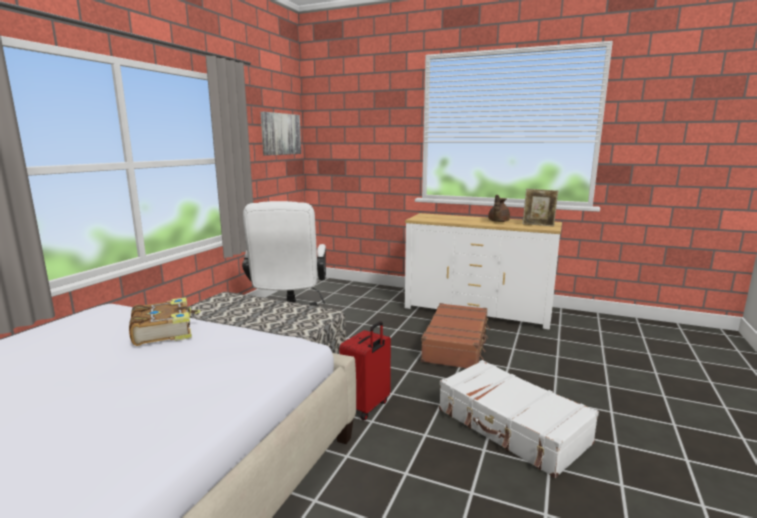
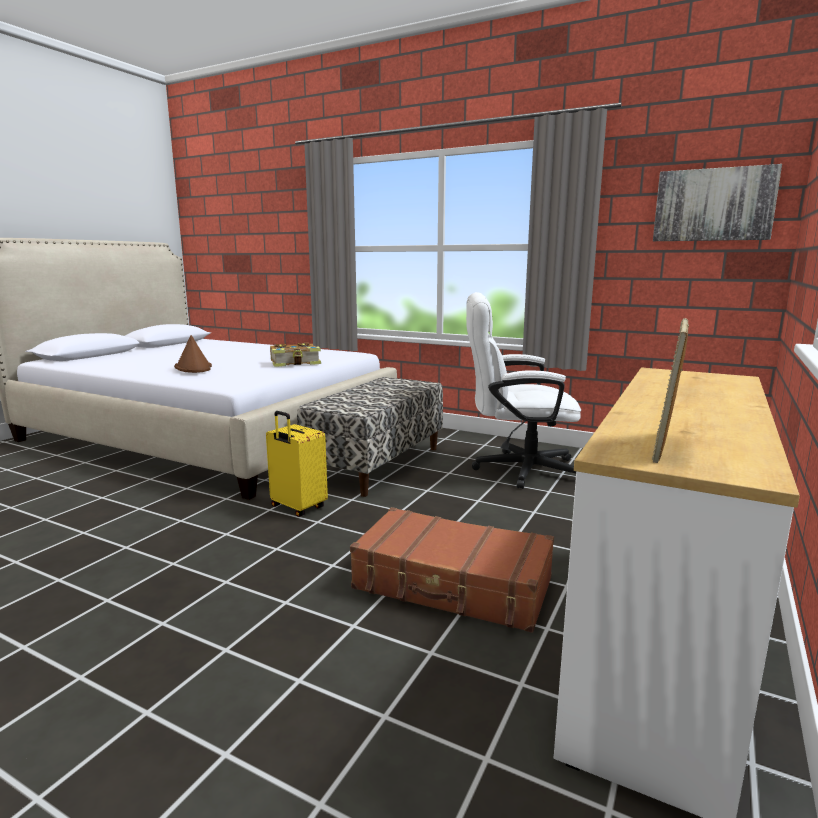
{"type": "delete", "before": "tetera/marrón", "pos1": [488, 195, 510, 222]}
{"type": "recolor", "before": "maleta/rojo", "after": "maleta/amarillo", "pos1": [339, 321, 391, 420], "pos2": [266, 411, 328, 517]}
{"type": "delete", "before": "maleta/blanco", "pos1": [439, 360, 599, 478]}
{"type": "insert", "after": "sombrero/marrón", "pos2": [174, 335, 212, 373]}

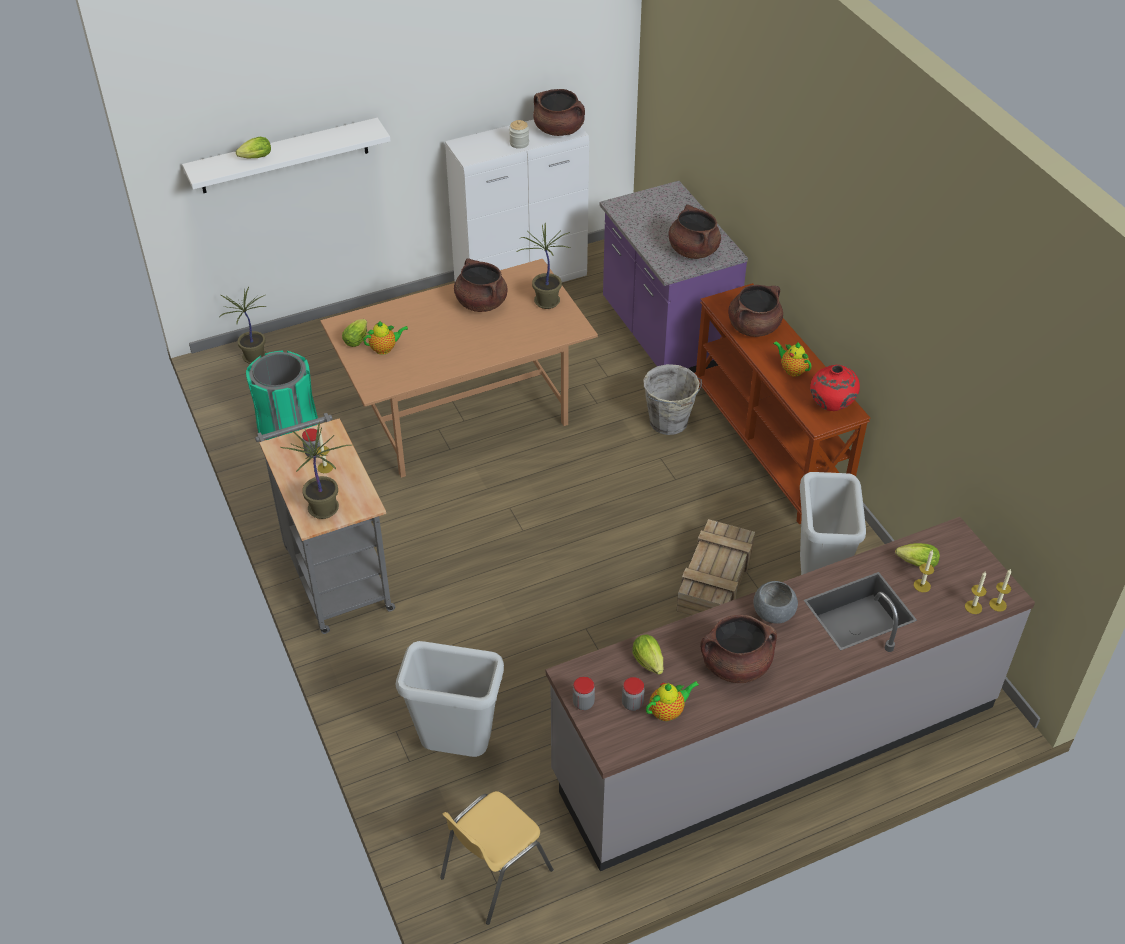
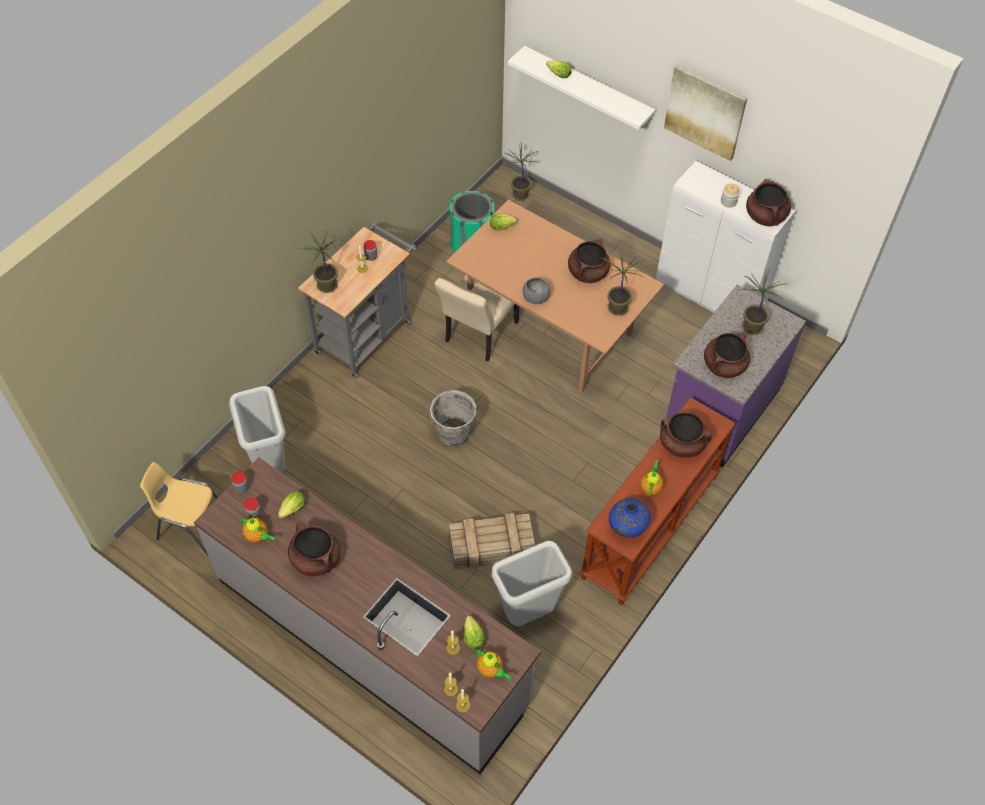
{"type": "move", "before": "tetera", "pos1": [363, 321, 408, 355], "pos2": [476, 650, 511, 680]}
{"type": "move", "before": "cubo/gris", "pos1": [643, 364, 702, 435], "pos2": [428, 390, 476, 446]}
{"type": "recolor", "before": "florero/rojo", "after": "florero/azul", "pos1": [810, 365, 860, 411], "pos2": [609, 498, 651, 538]}
{"type": "move", "before": "cuenco/gris", "pos1": [753, 581, 798, 624], "pos2": [523, 277, 551, 304]}
{"type": "insert", "after": "cuadro", "pos2": [664, 65, 747, 161]}
{"type": "insert", "after": "planta en maceta", "pos2": [737, 268, 787, 335]}
{"type": "insert", "after": "silla/beis", "pos2": [434, 275, 519, 361]}

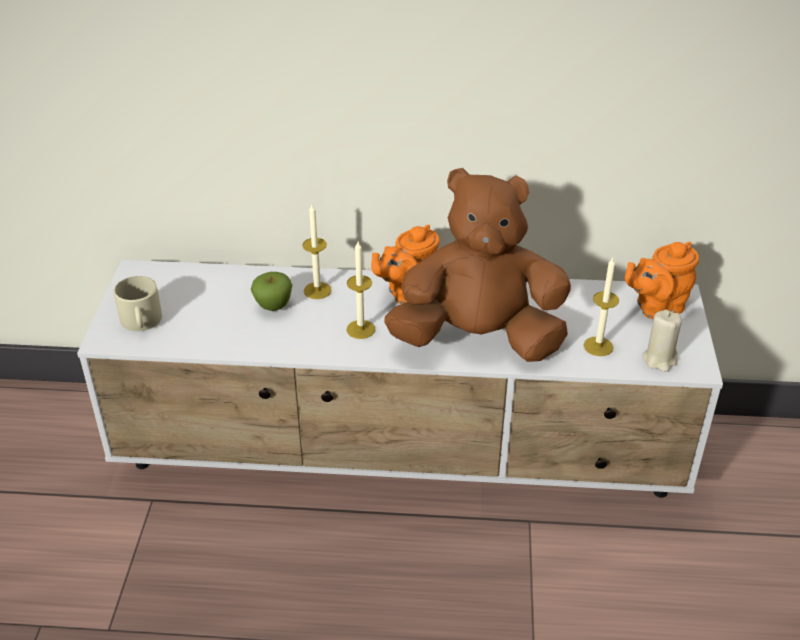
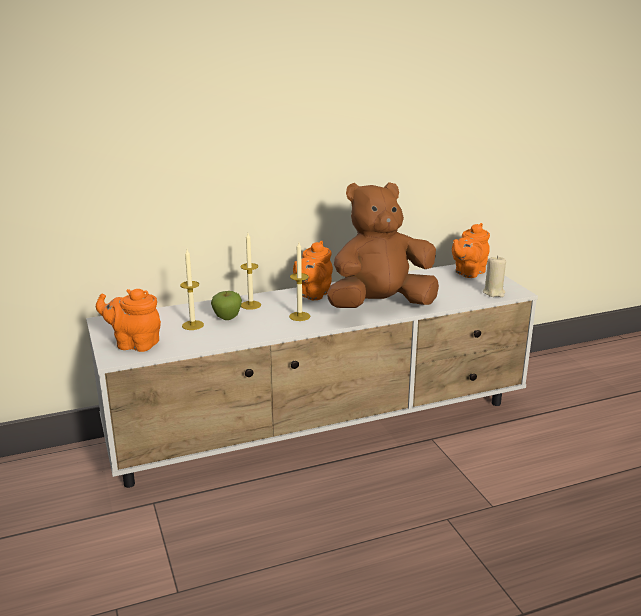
{"type": "move", "before": "vela", "pos1": [584, 258, 619, 356], "pos2": [180, 250, 204, 330]}
{"type": "replace", "before": "taza grande/beis", "after": "tetera/naranja", "pos1": [113, 276, 162, 331], "pos2": [96, 289, 161, 352]}

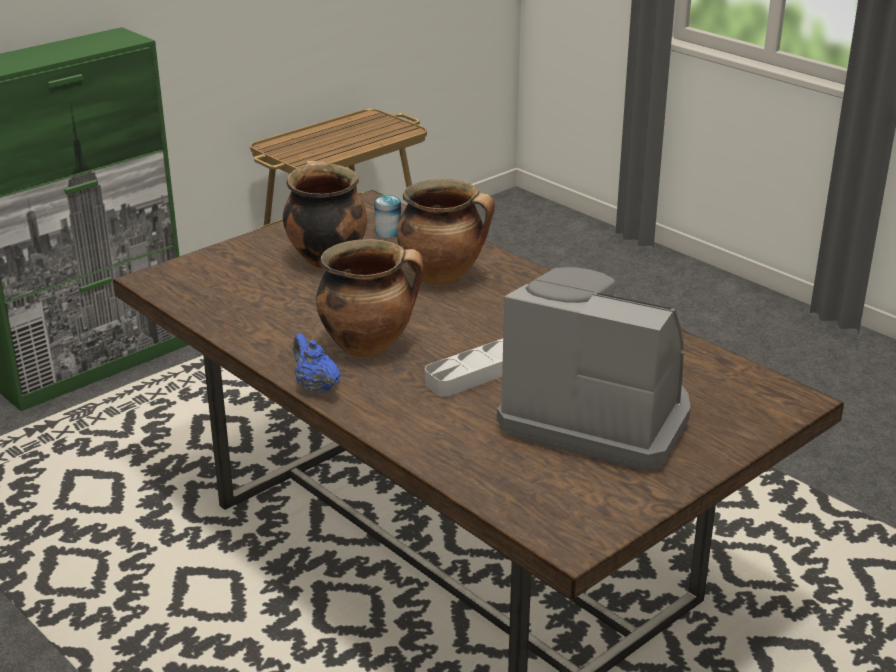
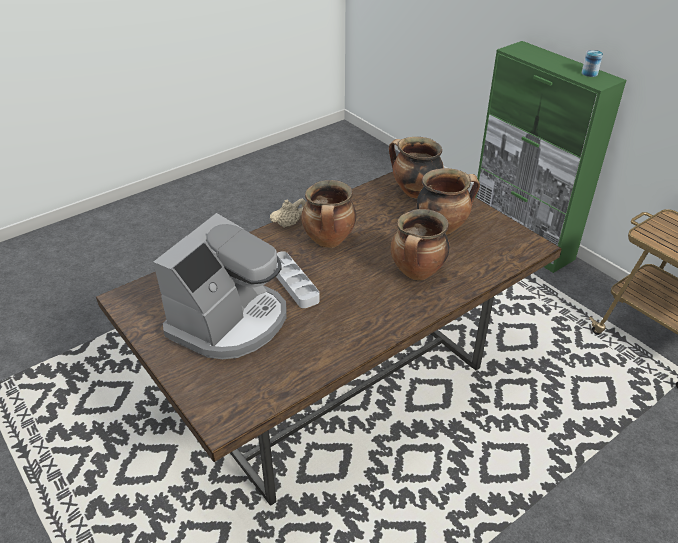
{"type": "move", "before": "lata", "pos1": [374, 195, 401, 238], "pos2": [582, 50, 603, 77]}
{"type": "recolor", "before": "tetera/azul", "after": "tetera/beis", "pos1": [293, 333, 341, 393], "pos2": [270, 198, 306, 228]}
{"type": "insert", "after": "olla", "pos2": [389, 137, 444, 198]}

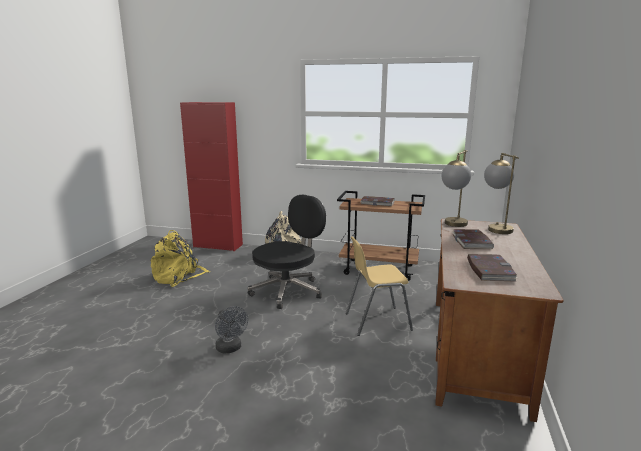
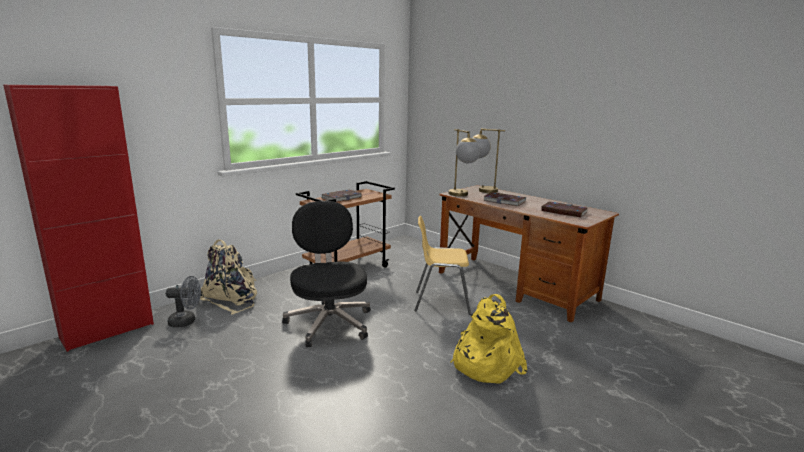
{"type": "move", "before": "mochila/amarillo", "pos1": [151, 230, 210, 287], "pos2": [450, 294, 527, 383]}
{"type": "rotate", "before": "silla/amarillo", "pos1": [346, 236, 413, 336], "pos2": [414, 216, 471, 315], "turn": 75}
{"type": "move", "before": "ventilador/gris", "pos1": [215, 306, 248, 353], "pos2": [166, 276, 201, 327]}

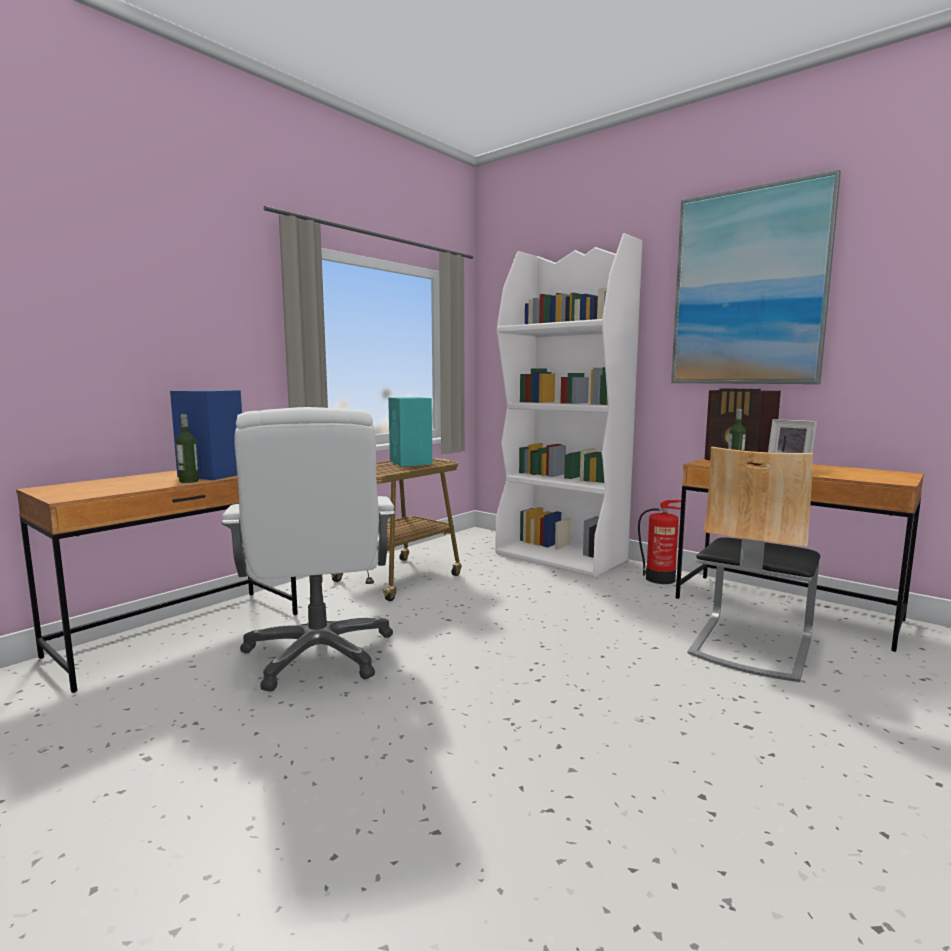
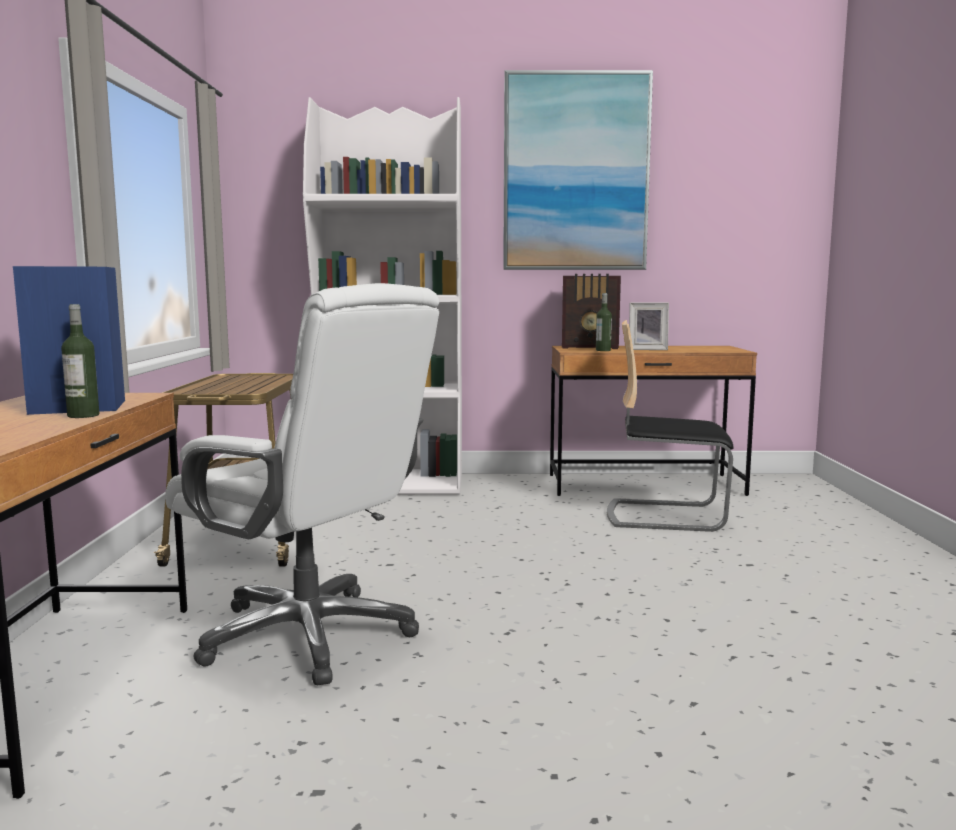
{"type": "delete", "before": "altavoz/turquesa", "pos1": [388, 397, 432, 466]}
{"type": "rotate", "before": "silla", "pos1": [688, 447, 820, 682], "pos2": [607, 320, 734, 532], "turn": 105}
{"type": "delete", "before": "extintor", "pos1": [638, 500, 681, 584]}

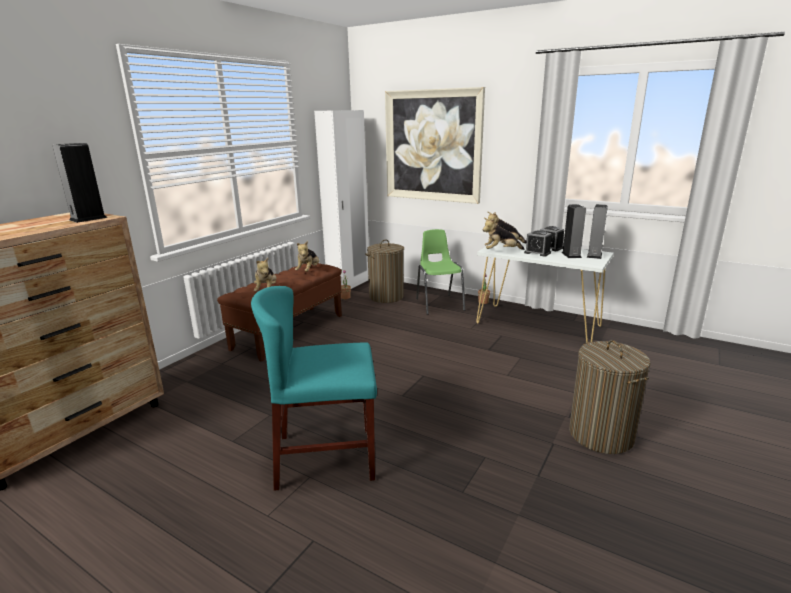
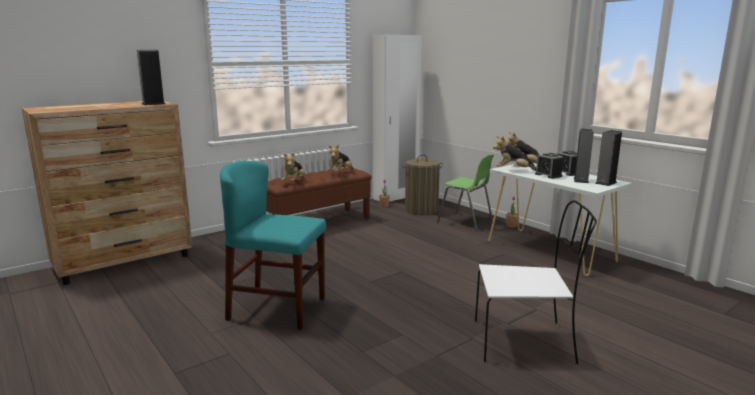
{"type": "delete", "before": "cuadro", "pos1": [385, 87, 485, 204]}
{"type": "rotate", "before": "silla/verde", "pos1": [416, 229, 465, 315], "pos2": [437, 154, 494, 231], "turn": 120}
{"type": "replace", "before": "cesto de la ropa", "after": "silla/blanco", "pos1": [569, 340, 651, 454], "pos2": [475, 200, 597, 364]}

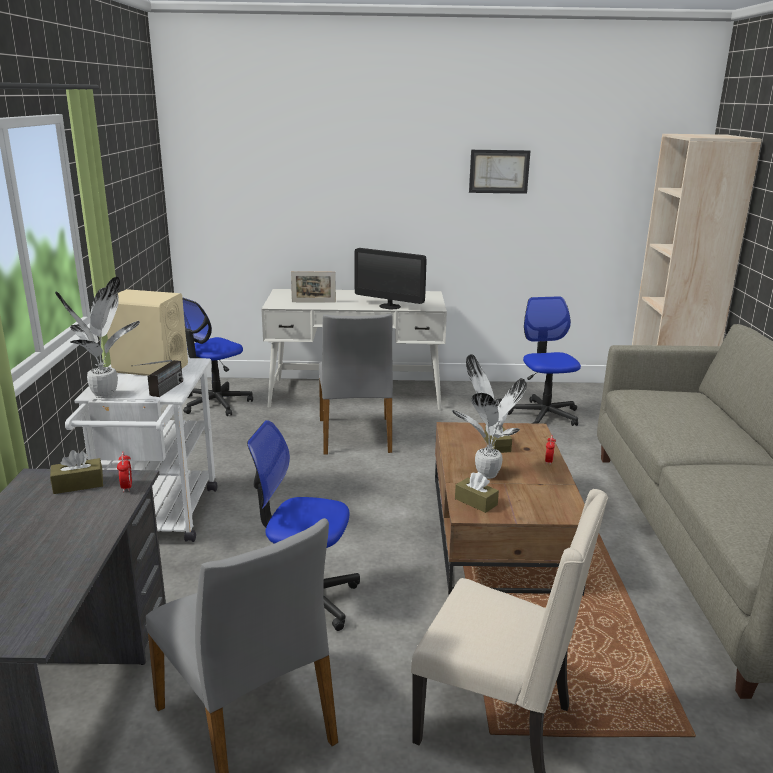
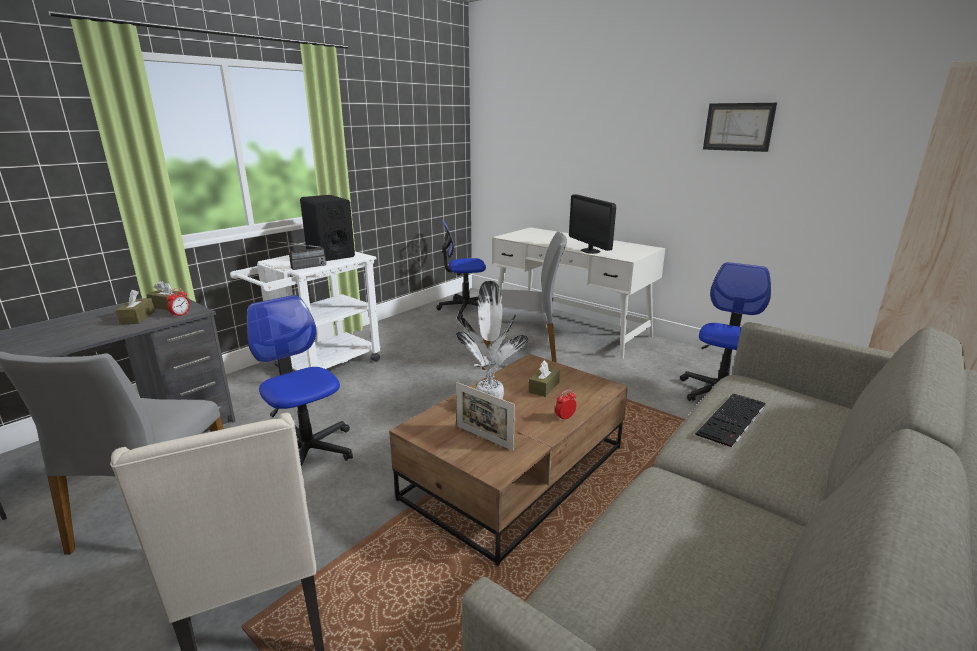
{"type": "move", "before": "portarretratos", "pos1": [291, 271, 336, 303], "pos2": [456, 382, 515, 451]}
{"type": "delete", "before": "planta en maceta", "pos1": [55, 277, 140, 398]}
{"type": "recolor", "before": "altavoz/beis", "after": "altavoz/negro", "pos1": [107, 289, 188, 376], "pos2": [300, 195, 355, 261]}
{"type": "rotate", "before": "silla/gris", "pos1": [319, 314, 393, 455], "pos2": [482, 232, 567, 370], "turn": -120}
{"type": "move", "before": "caja de pañuelos/marrón", "pos1": [455, 472, 499, 513], "pos2": [115, 290, 155, 325]}
{"type": "insert", "after": "teclado", "pos2": [695, 394, 765, 448]}

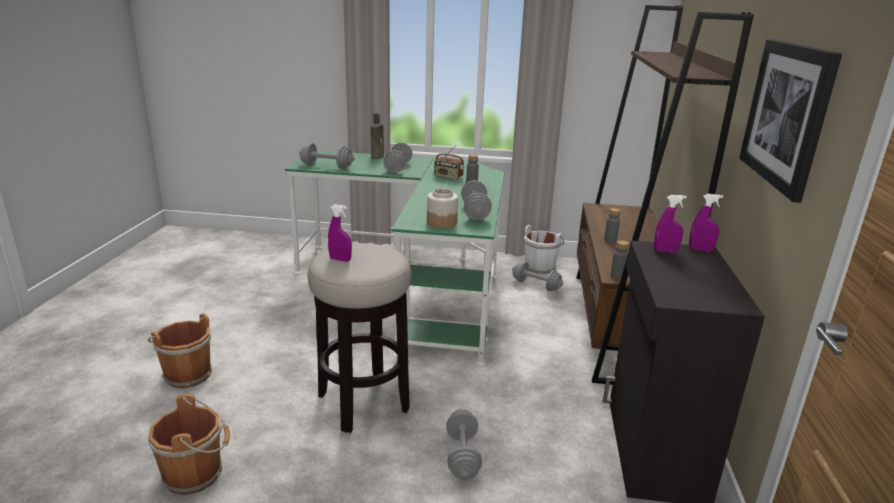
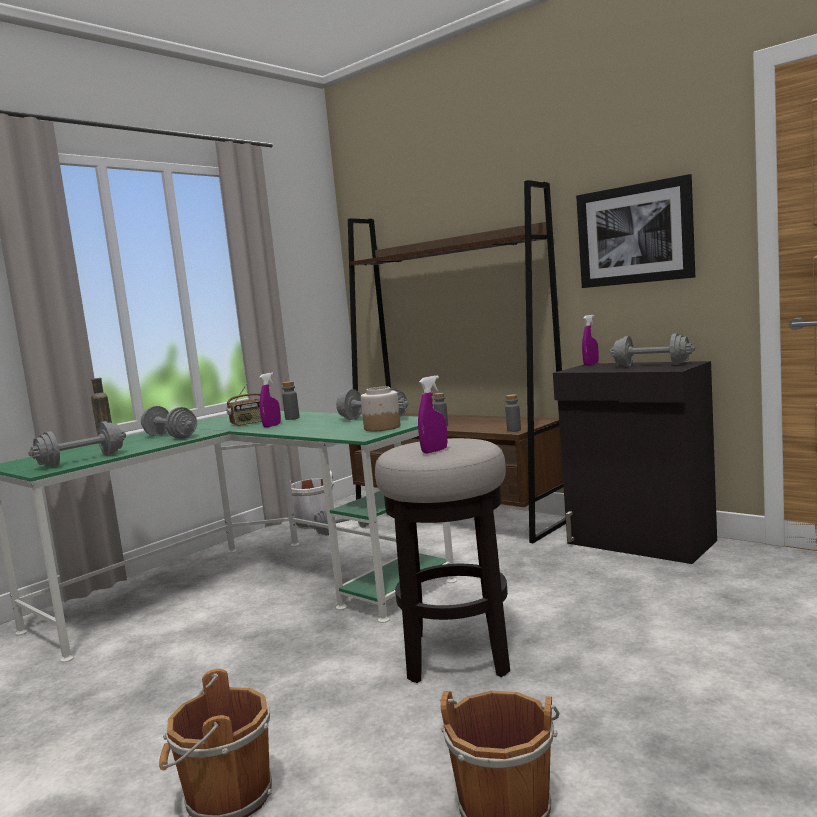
{"type": "move", "before": "pulverizador/morado", "pos1": [654, 195, 687, 253], "pos2": [259, 373, 281, 428]}
{"type": "move", "before": "mancuerna/gris", "pos1": [446, 409, 482, 480], "pos2": [609, 333, 695, 367]}

